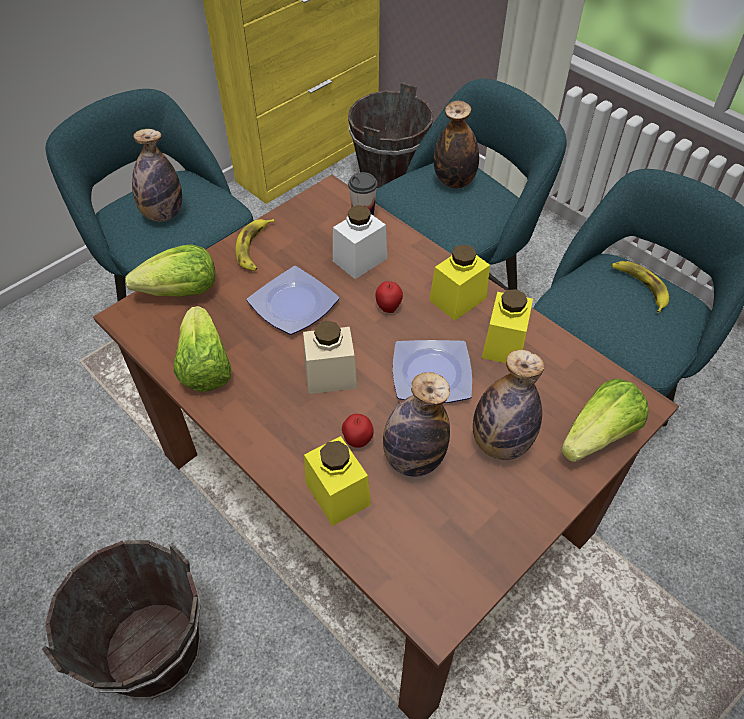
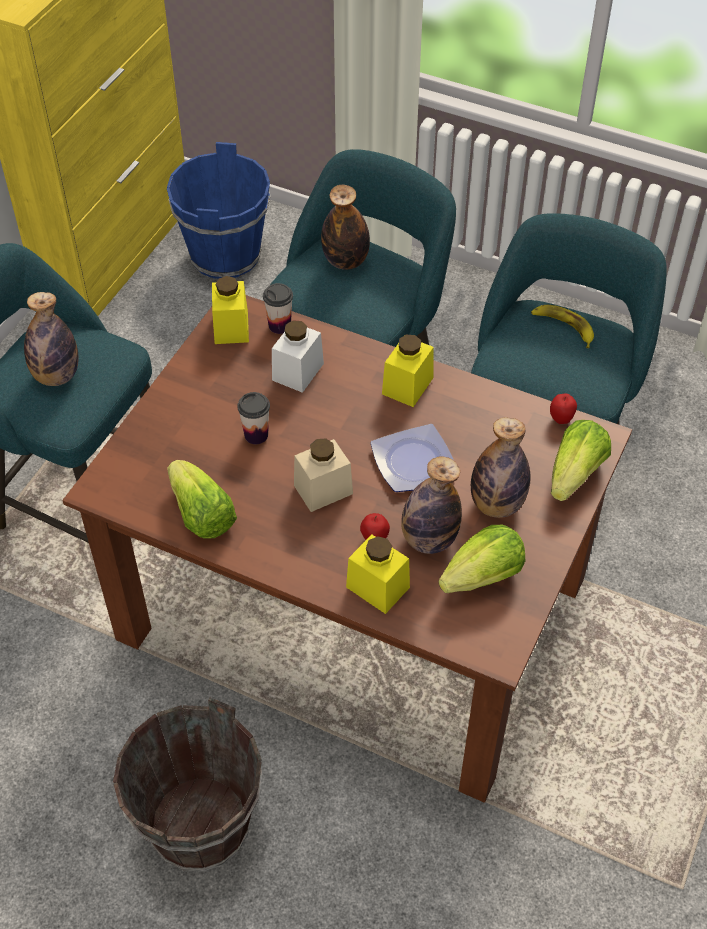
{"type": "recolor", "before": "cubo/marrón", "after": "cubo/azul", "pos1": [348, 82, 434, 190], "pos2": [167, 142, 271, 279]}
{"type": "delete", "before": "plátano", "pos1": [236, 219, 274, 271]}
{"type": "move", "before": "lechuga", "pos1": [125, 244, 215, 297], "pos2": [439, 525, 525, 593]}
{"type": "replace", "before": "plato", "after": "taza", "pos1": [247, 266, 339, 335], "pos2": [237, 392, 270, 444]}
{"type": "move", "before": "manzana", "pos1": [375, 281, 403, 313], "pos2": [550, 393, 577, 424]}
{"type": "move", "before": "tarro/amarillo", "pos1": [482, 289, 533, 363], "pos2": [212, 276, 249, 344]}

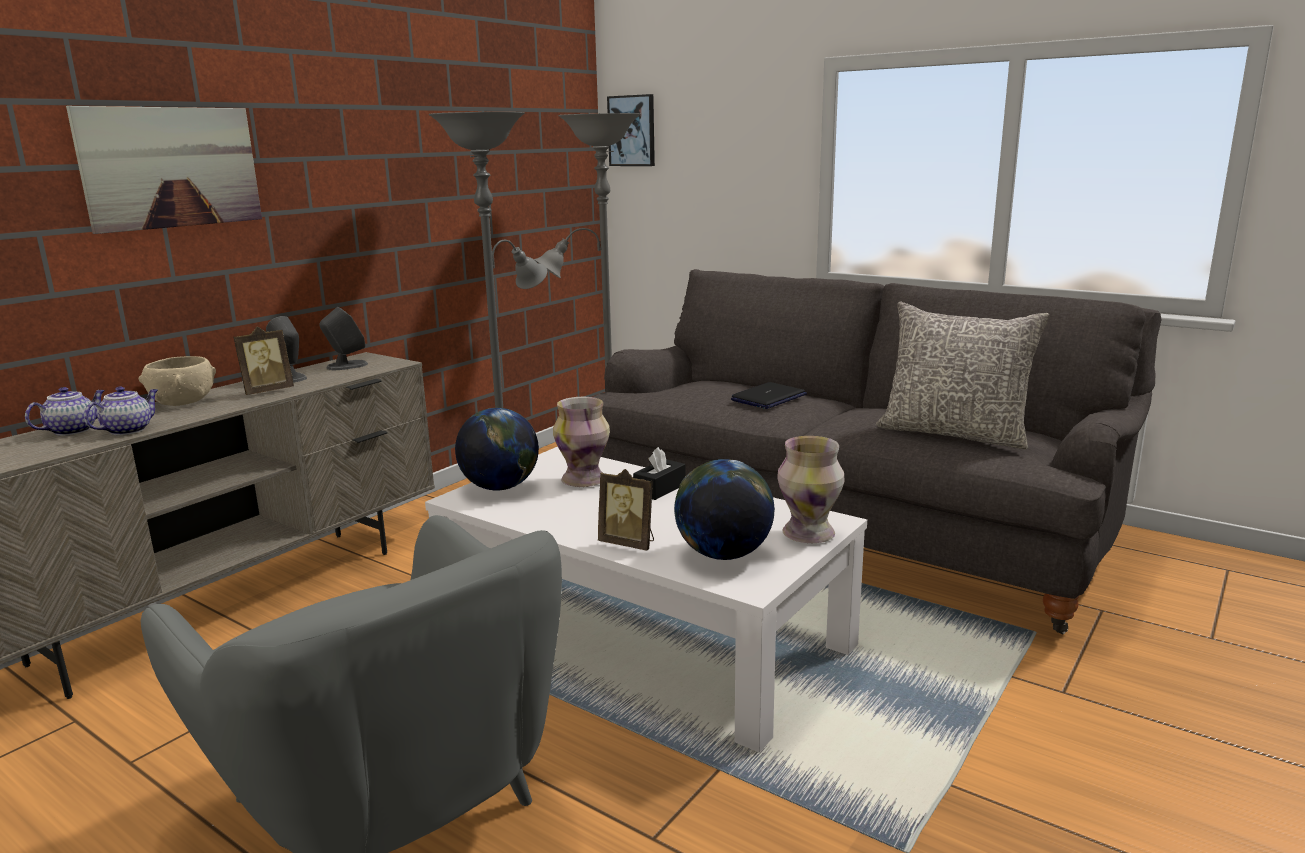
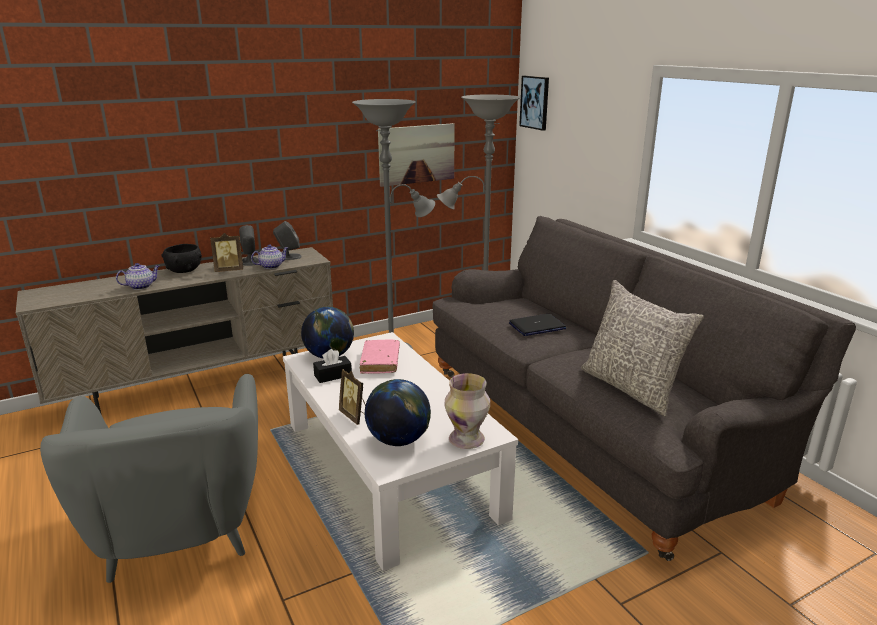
{"type": "move", "before": "cuadro", "pos1": [66, 106, 262, 234], "pos2": [378, 123, 455, 187]}
{"type": "recolor", "before": "cuenco/beis", "after": "cuenco/negro", "pos1": [139, 356, 216, 406], "pos2": [161, 244, 202, 273]}
{"type": "move", "before": "tetera", "pos1": [25, 387, 105, 436], "pos2": [251, 244, 288, 269]}
{"type": "replace", "before": "florero", "after": "libro/rosa", "pos1": [553, 397, 610, 487], "pos2": [360, 339, 400, 374]}
{"type": "move", "before": "caja de pañuelos/negro", "pos1": [633, 447, 685, 500], "pos2": [313, 349, 352, 383]}

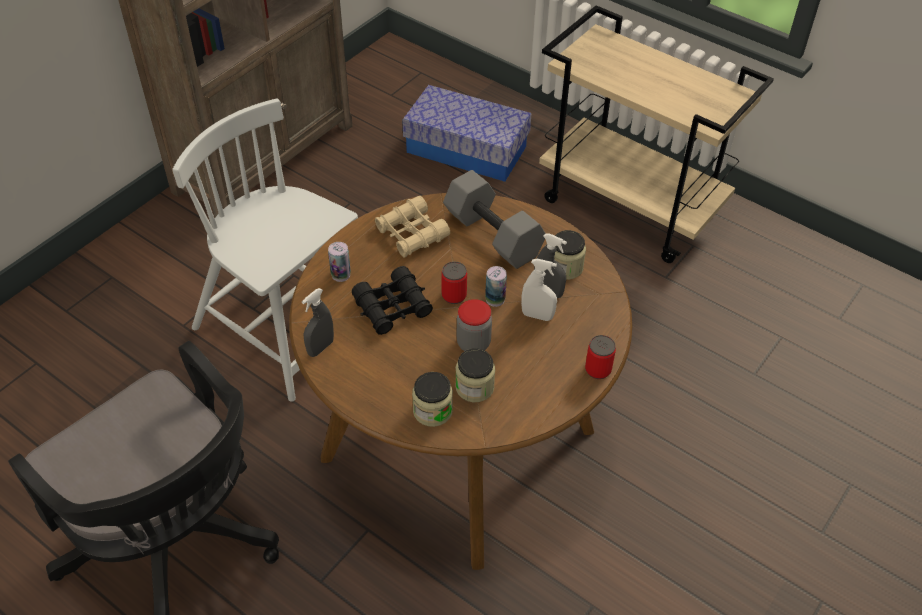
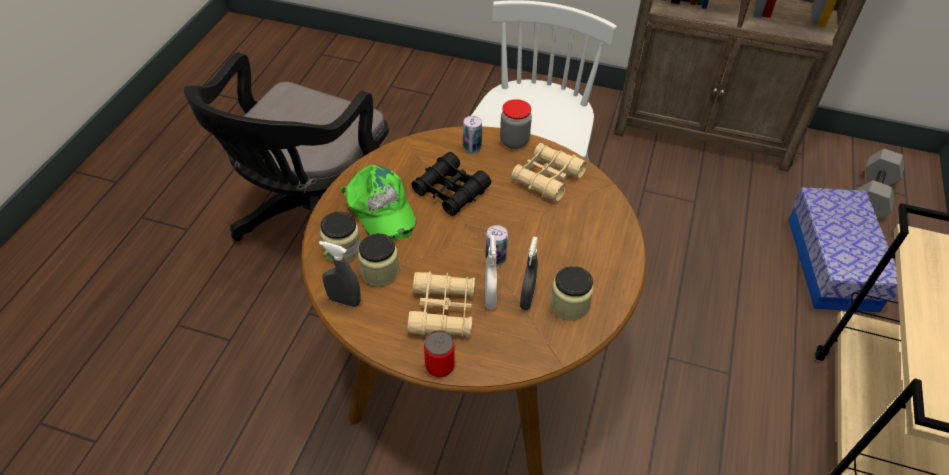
{"type": "move", "before": "mancuerna/gris", "pos1": [443, 170, 546, 269], "pos2": [858, 149, 905, 219]}
{"type": "delete", "before": "lata", "pos1": [441, 262, 467, 304]}
{"type": "move", "before": "pulverizador/gris", "pos1": [302, 288, 334, 357], "pos2": [319, 241, 361, 307]}
{"type": "move", "before": "tarro", "pos1": [457, 299, 492, 351], "pos2": [500, 99, 532, 149]}
{"type": "insert", "after": "gorra/verde", "pos2": [340, 165, 416, 241]}
{"type": "insert", "after": "prismáticos/beis", "pos2": [407, 271, 475, 337]}

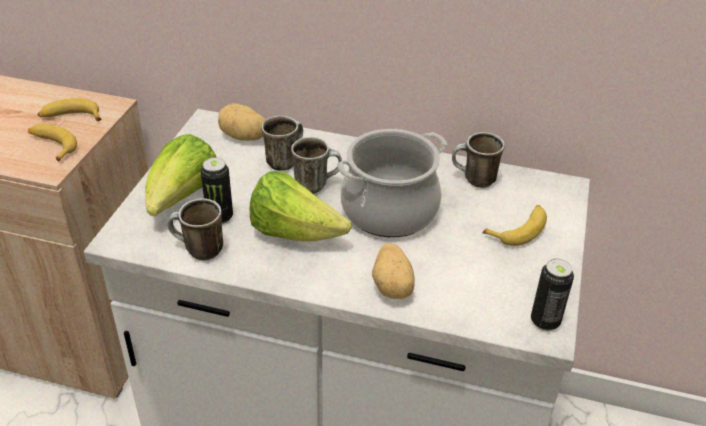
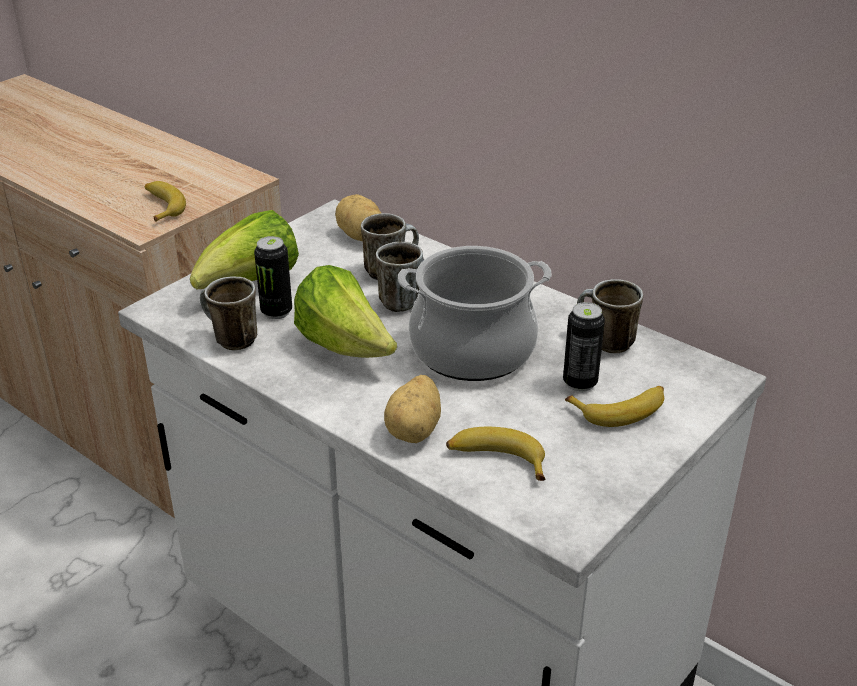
{"type": "move", "before": "plátano", "pos1": [38, 98, 101, 121], "pos2": [446, 427, 545, 481]}
{"type": "move", "before": "lata", "pos1": [531, 258, 574, 331], "pos2": [563, 302, 605, 392]}

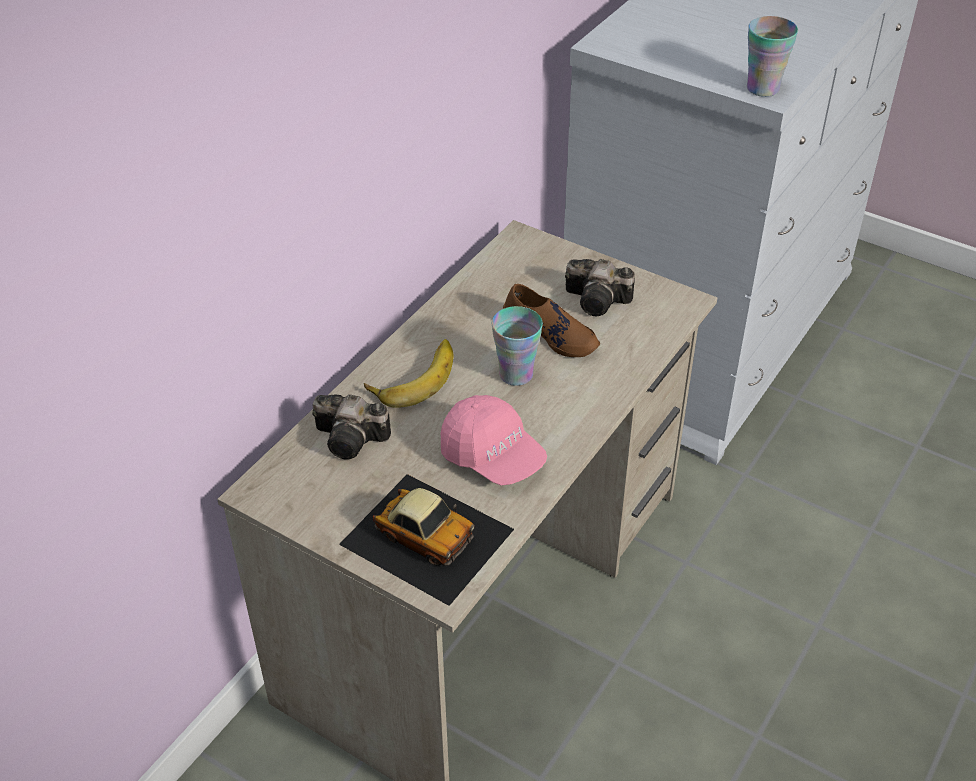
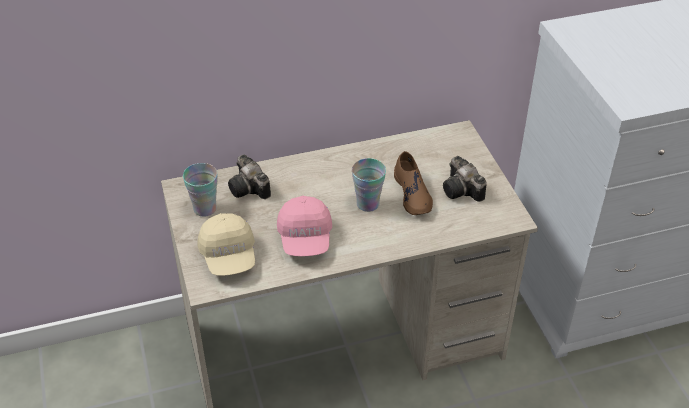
{"type": "move", "before": "taza", "pos1": [747, 16, 798, 97], "pos2": [183, 163, 218, 217]}
{"type": "delete", "before": "plátano", "pos1": [364, 339, 453, 408]}
{"type": "replace", "before": "coche de juguete", "after": "gorra/beis", "pos1": [339, 474, 514, 606], "pos2": [197, 213, 255, 276]}

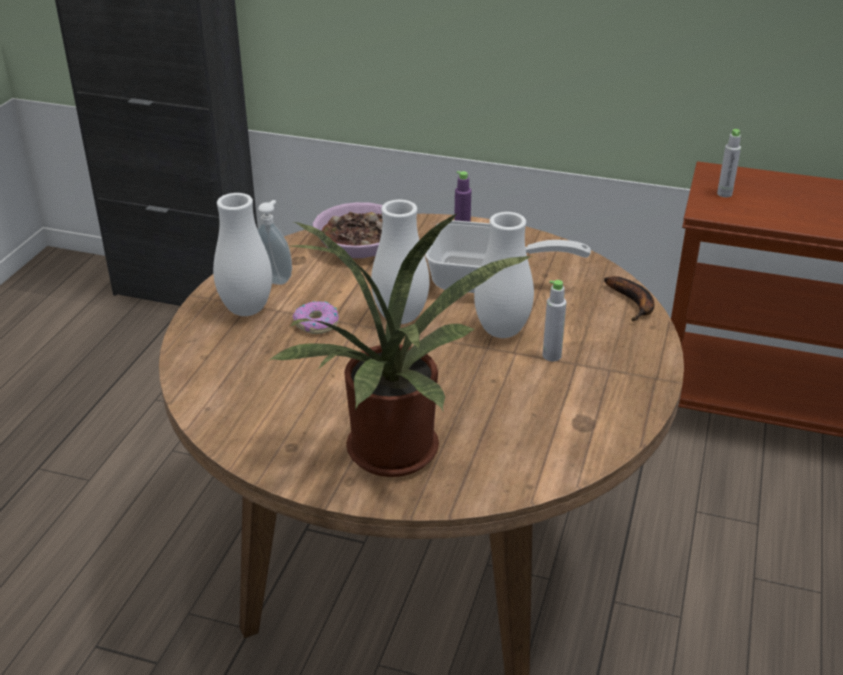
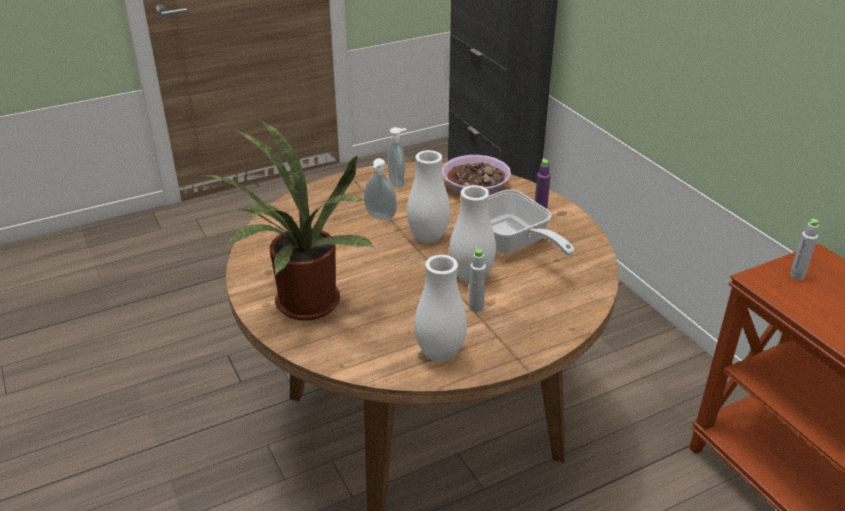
{"type": "move", "before": "florero/blanco", "pos1": [213, 193, 272, 316], "pos2": [414, 255, 467, 362]}
{"type": "delete", "before": "plátano", "pos1": [604, 276, 654, 321]}
{"type": "replace", "before": "rosquilla", "after": "dispensador de jabón", "pos1": [292, 301, 339, 334], "pos2": [364, 158, 397, 220]}

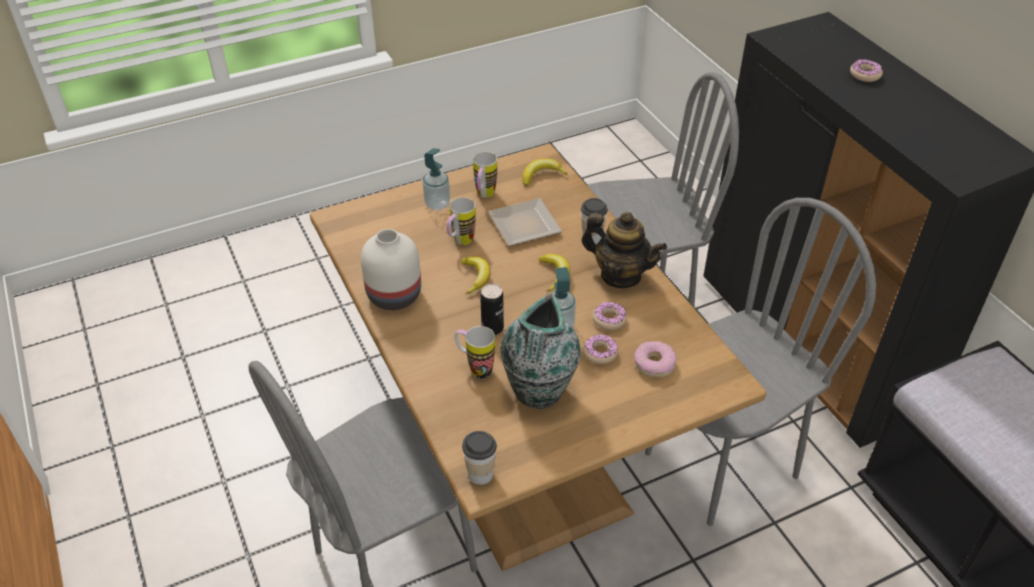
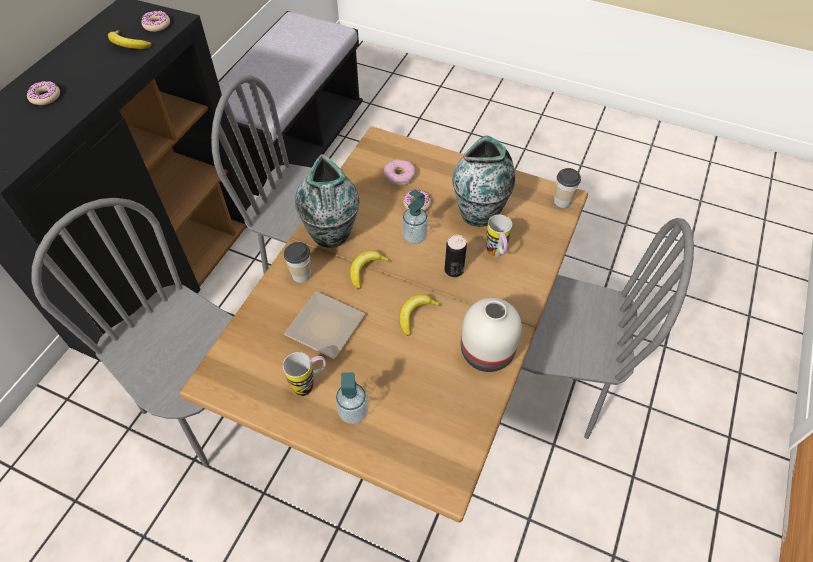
{"type": "move", "before": "plátano", "pos1": [522, 158, 568, 186], "pos2": [108, 30, 152, 49]}
{"type": "delete", "before": "taza grande", "pos1": [447, 197, 476, 245]}
{"type": "replace", "before": "tetera", "after": "florero", "pos1": [582, 212, 667, 288], "pos2": [295, 154, 360, 248]}
{"type": "move", "before": "rosquilla", "pos1": [593, 301, 627, 330], "pos2": [141, 11, 170, 32]}

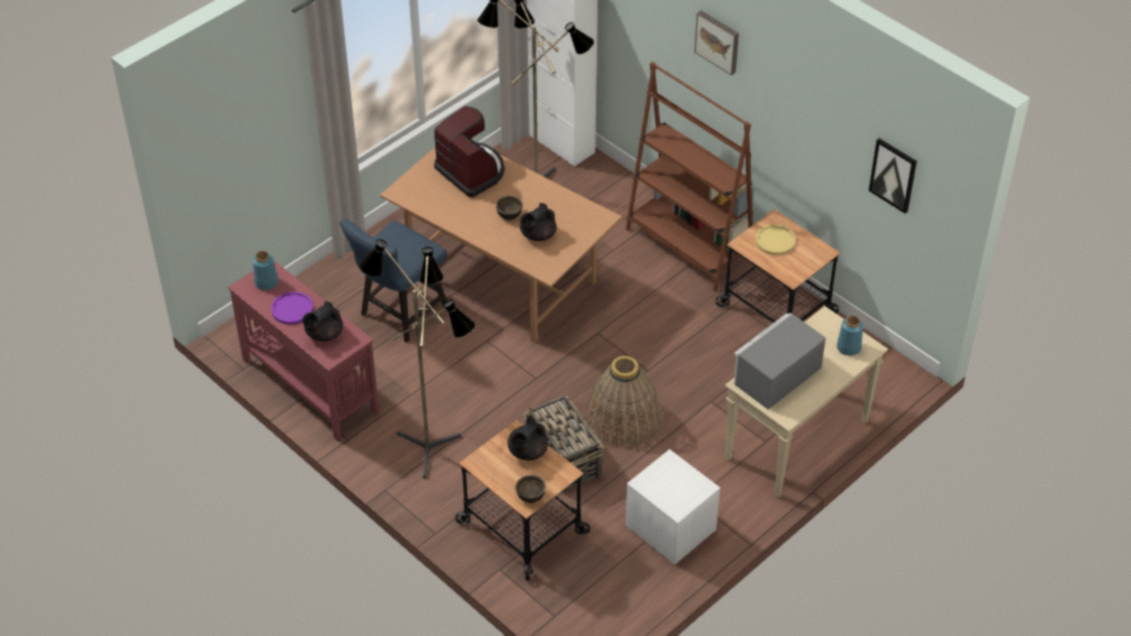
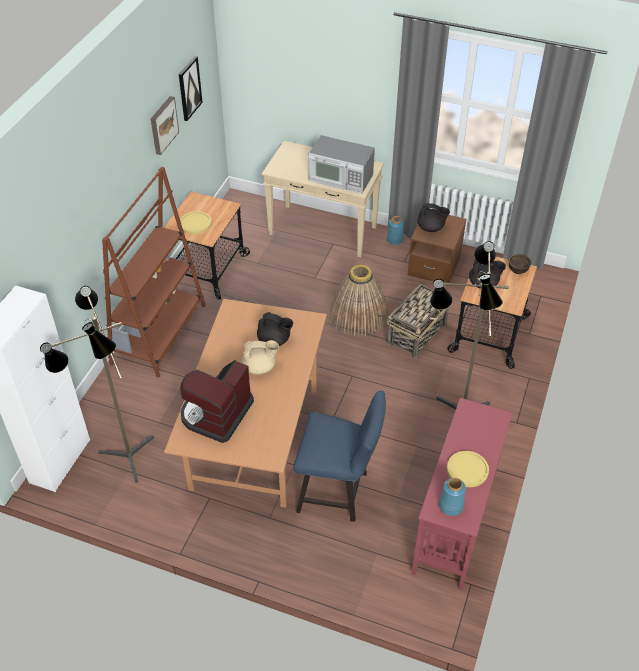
{"type": "move", "before": "cuadro", "pos1": [694, 11, 739, 75], "pos2": [151, 96, 179, 155]}
{"type": "replace", "before": "cuenco/marrón", "after": "tetera/beis", "pos1": [496, 196, 523, 220], "pos2": [242, 340, 279, 375]}
{"type": "recolor", "before": "plato/morado", "after": "plato/amarillo", "pos1": [271, 292, 313, 325], "pos2": [447, 451, 489, 487]}
{"type": "move", "before": "tetera/negro", "pos1": [302, 301, 343, 342], "pos2": [417, 203, 450, 232]}
{"type": "move", "before": "florero/azul", "pos1": [837, 315, 863, 356], "pos2": [387, 216, 404, 245]}
{"type": "recolor", "before": "mesita de noche/blanco", "after": "mesita de noche/marrón", "pos1": [625, 449, 720, 564], "pos2": [407, 215, 466, 286]}

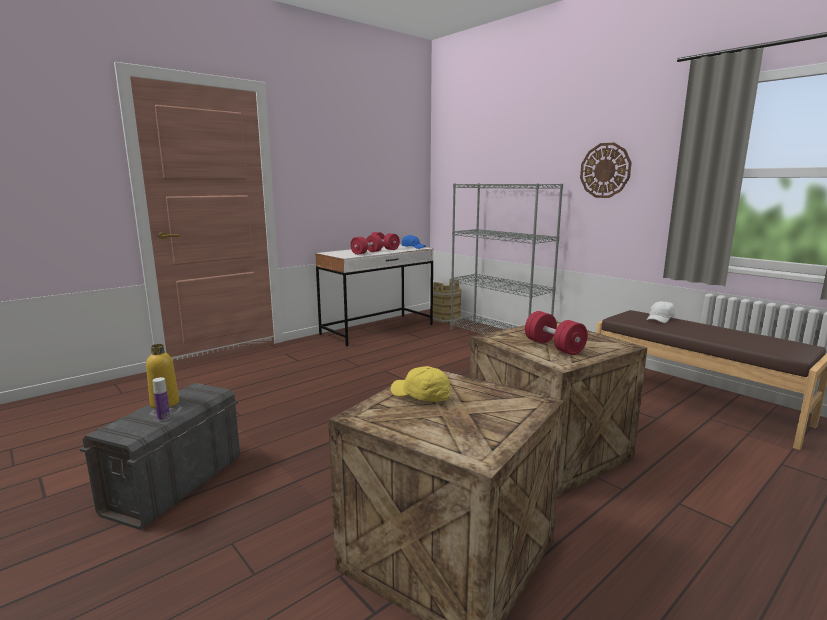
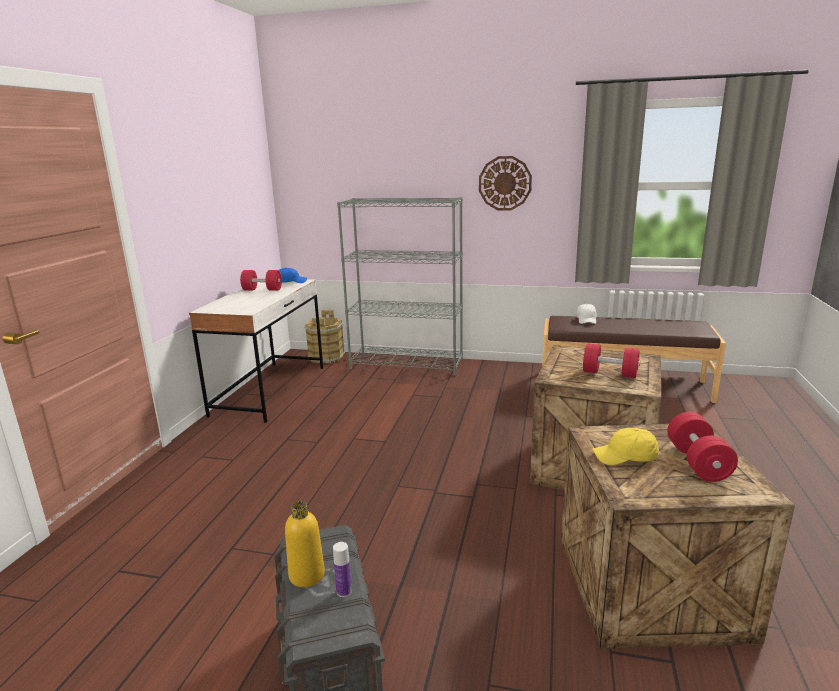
{"type": "move", "before": "mancuerna/rojo", "pos1": [350, 235, 383, 255], "pos2": [667, 412, 738, 482]}

